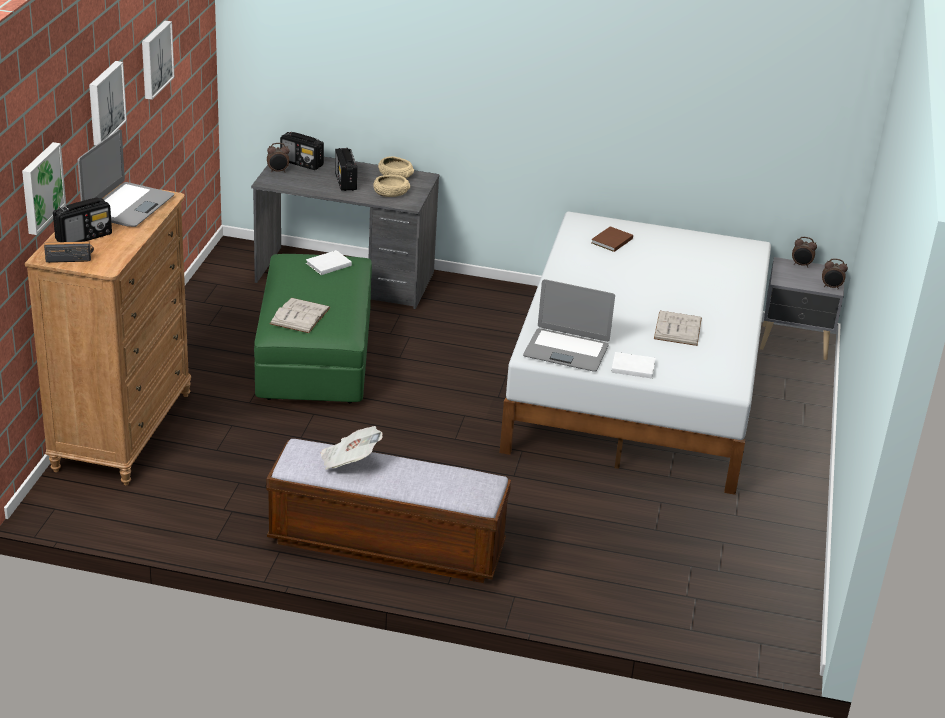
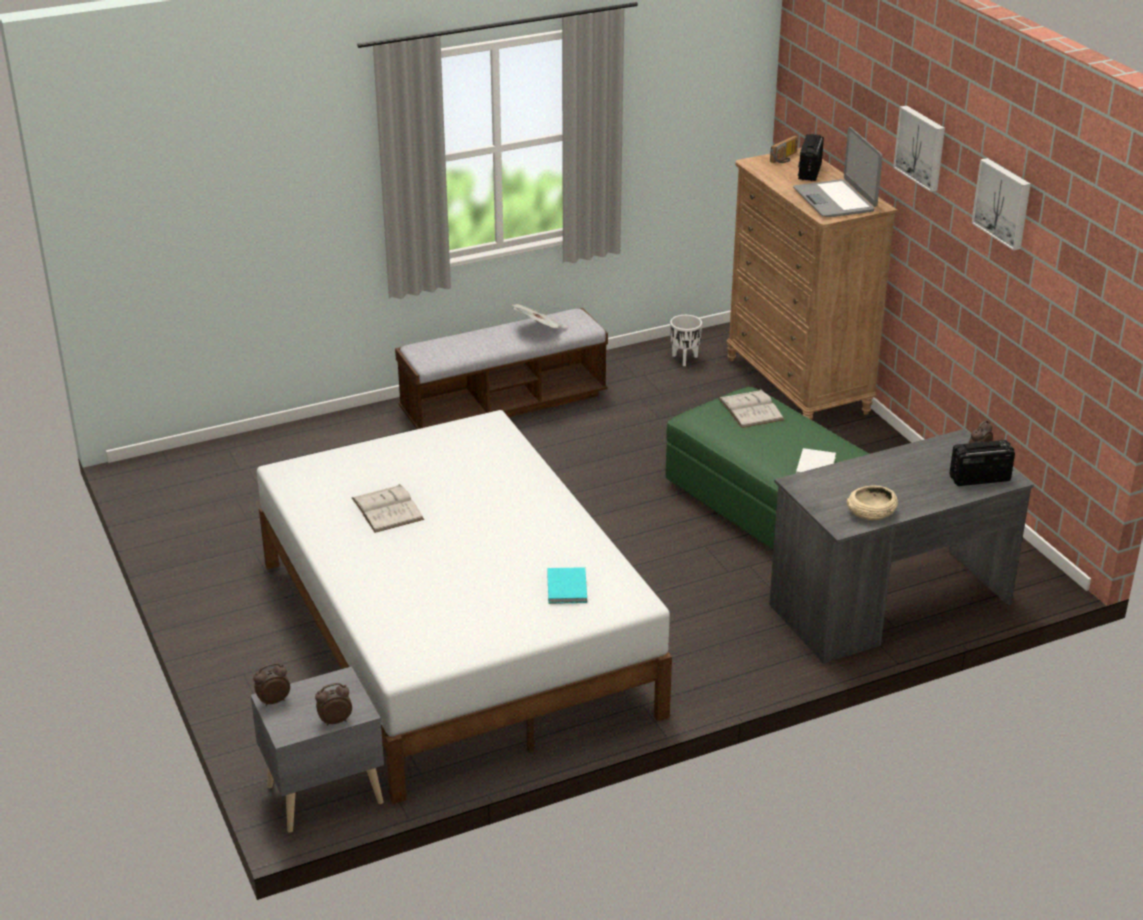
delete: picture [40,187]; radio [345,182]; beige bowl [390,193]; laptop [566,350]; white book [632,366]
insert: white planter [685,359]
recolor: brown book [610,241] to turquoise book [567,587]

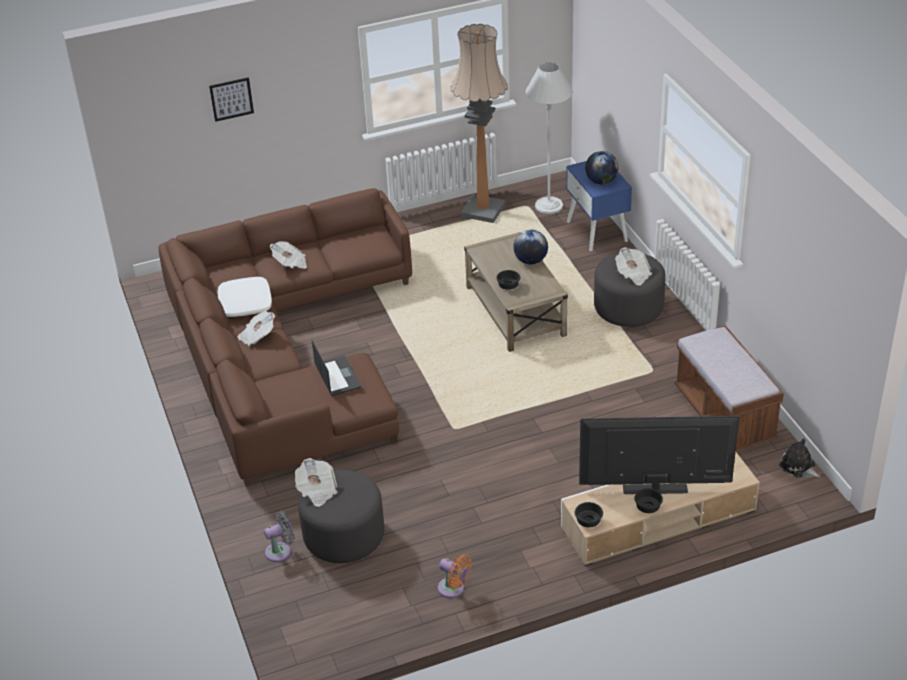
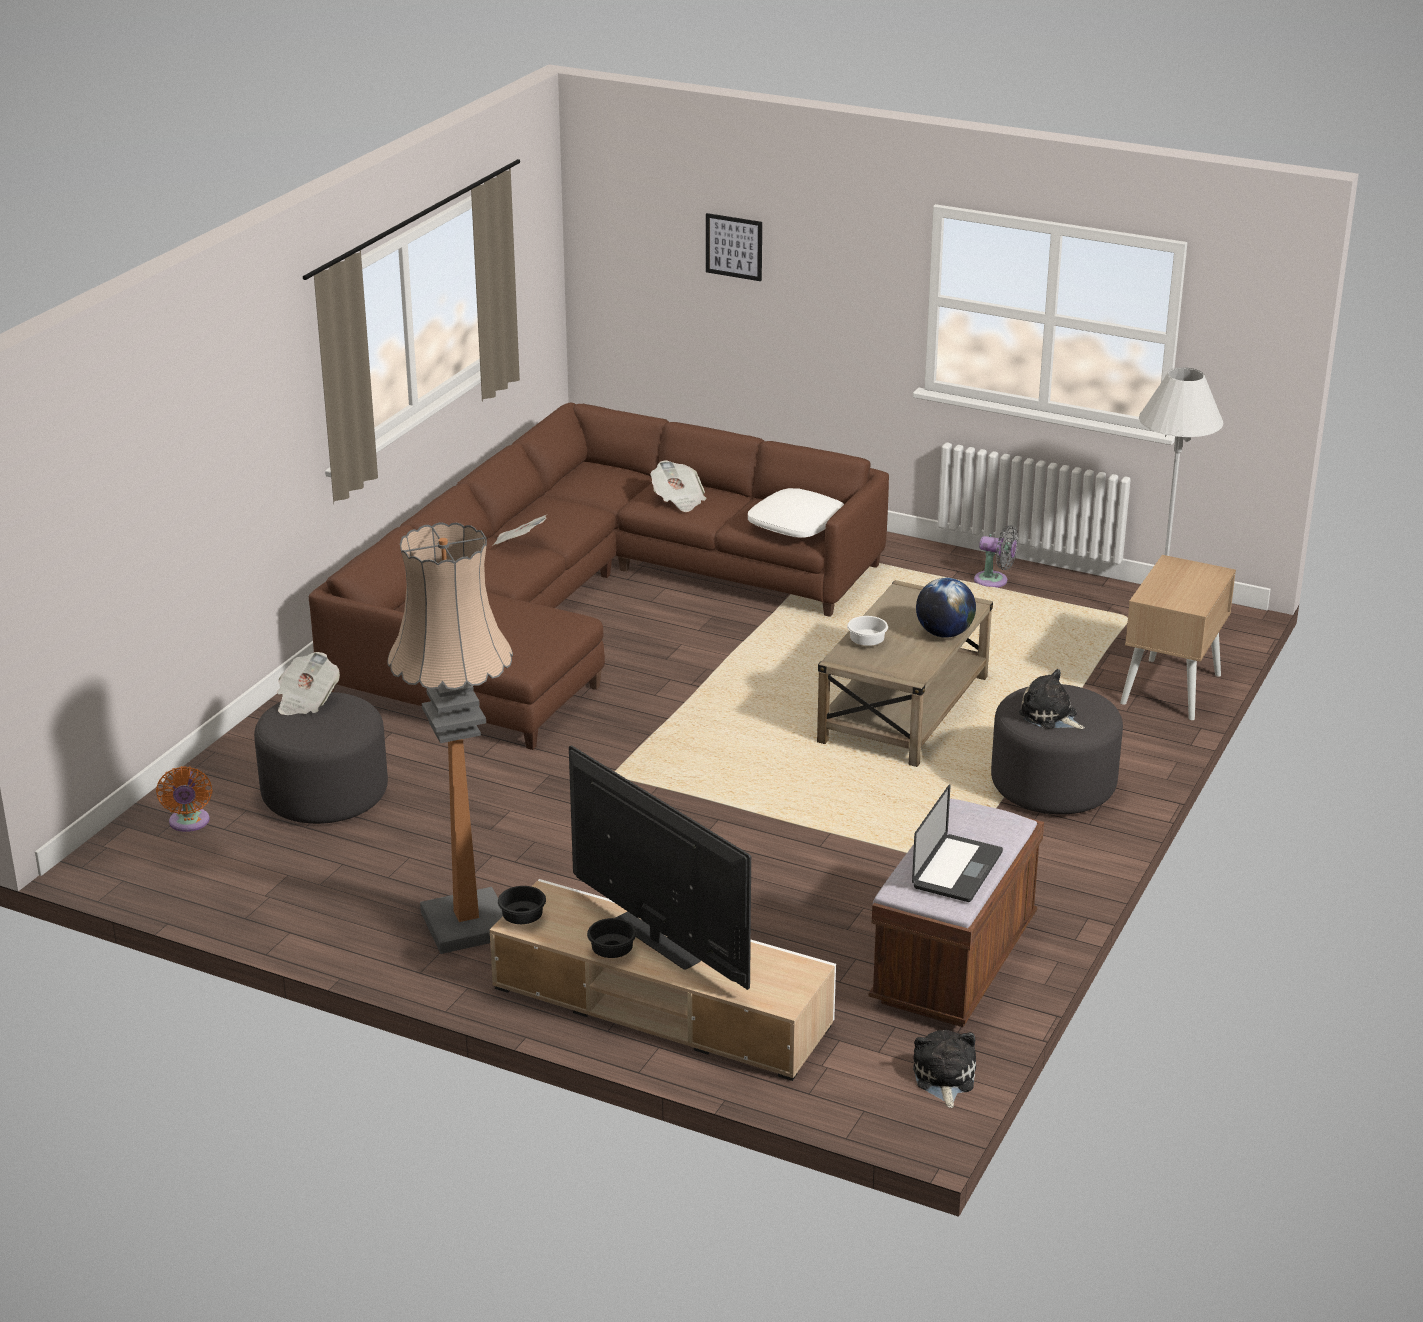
delete: globe [601,181]
move: floor lamp [483,211] to [467,925]; white pillow [245,303] to [795,524]; laptop [337,377] to [957,870]; grey fan [280,551] to [994,581]; orange fan [453,589] to [189,823]
replace: newspaper [633,274] to plush toy [1050,716]
recolor: blue nightstand [597,231] to beige nightstand [1171,689]; black bowl [507,286] to white bowl [866,642]

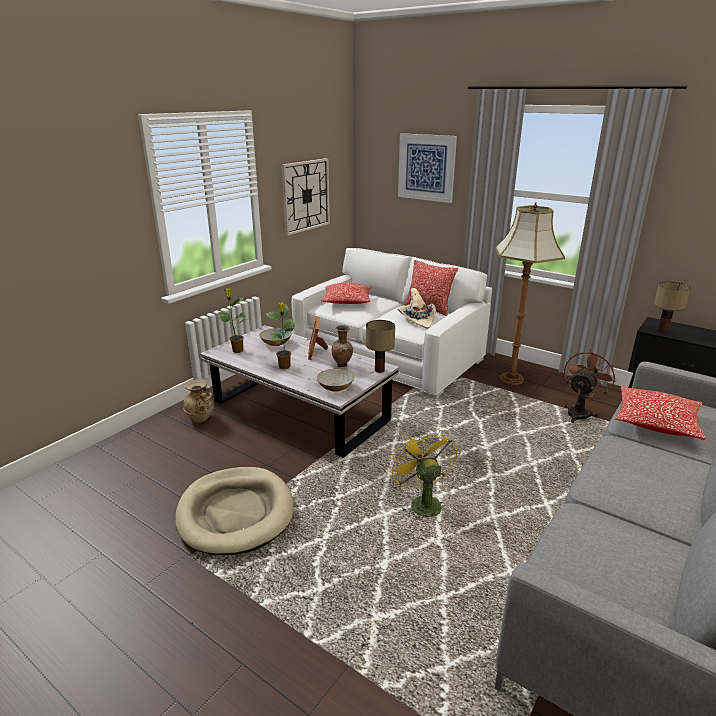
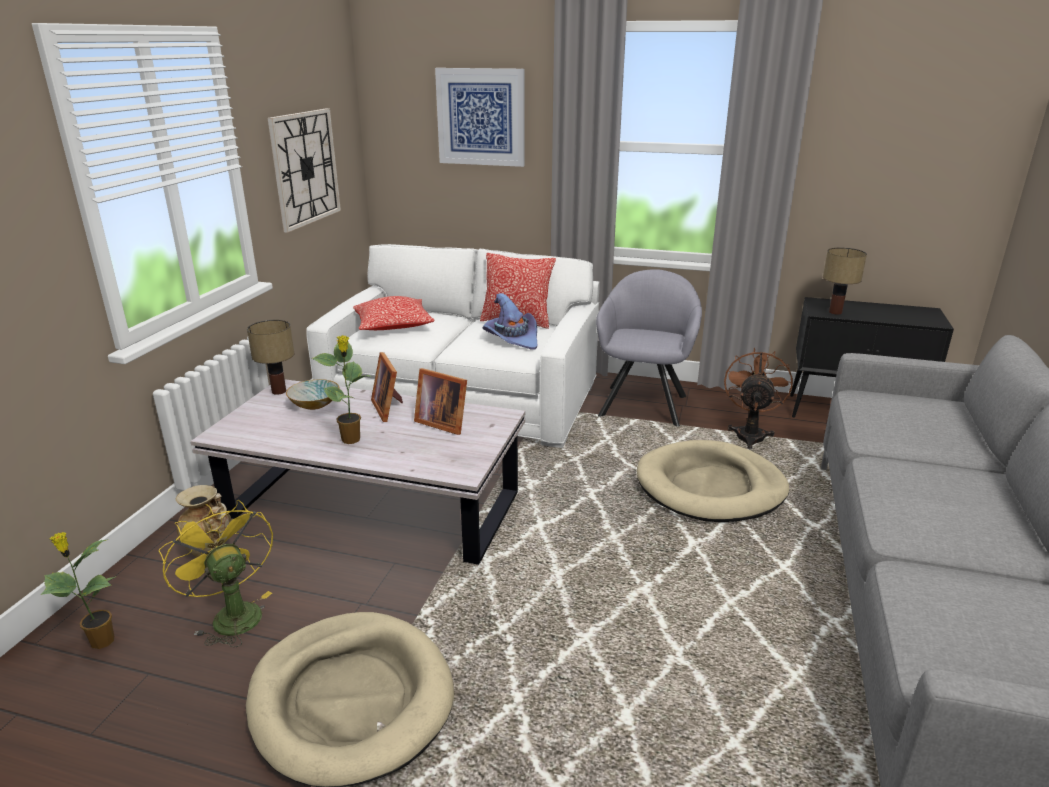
delete: bowl [335,387]; pillow [656,422]
insert: beige dog bed [710,487]
move: potted plant [237,350] to [100,641]; table lamp [379,370] to [278,391]; yellow fan [421,502] to [231,614]
replace: floor lamp [512,378] to grey armchair [644,403]; brown vase [342,365] to picture frame [442,422]
recolor: beige hat [417,319] to purple hat [512,338]

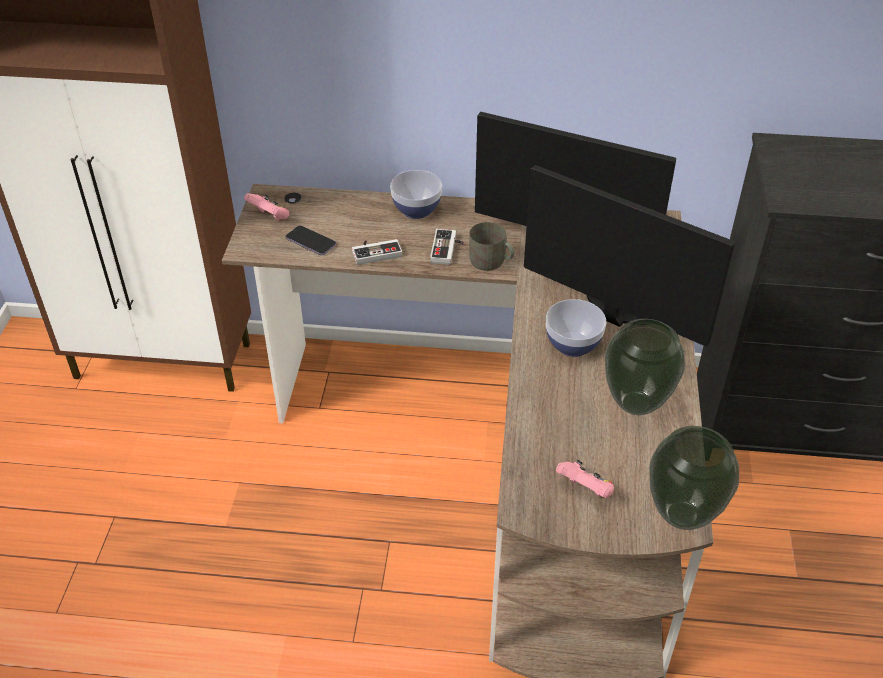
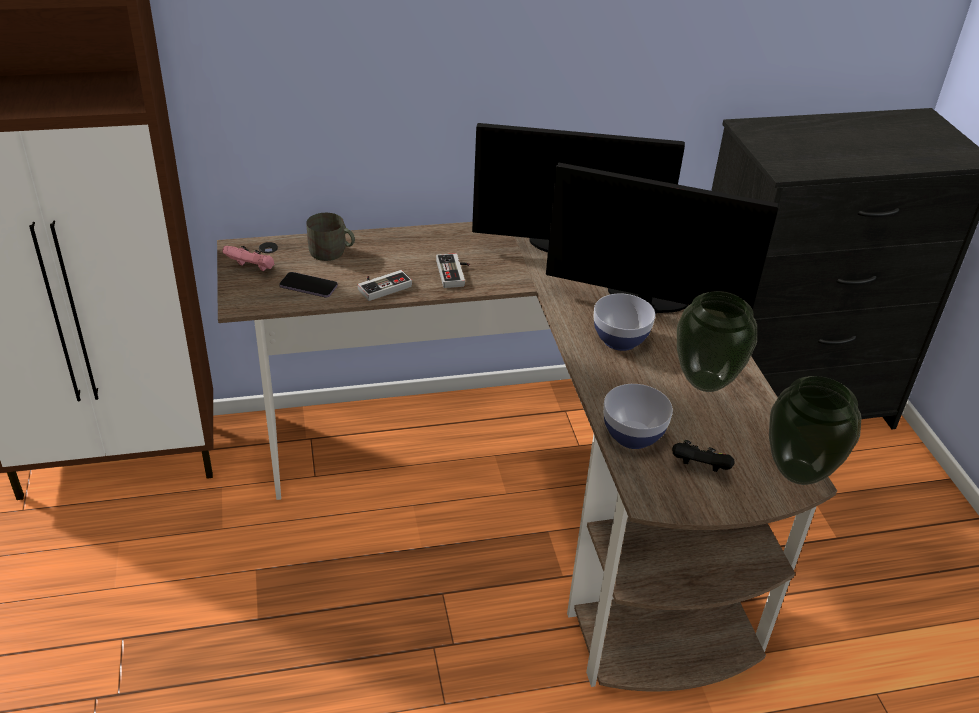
move: bowl [416,210] to [632,436]; grey mug [491,262] to [332,252]
recolor: pink game controller [585,490] to black game controller [699,468]

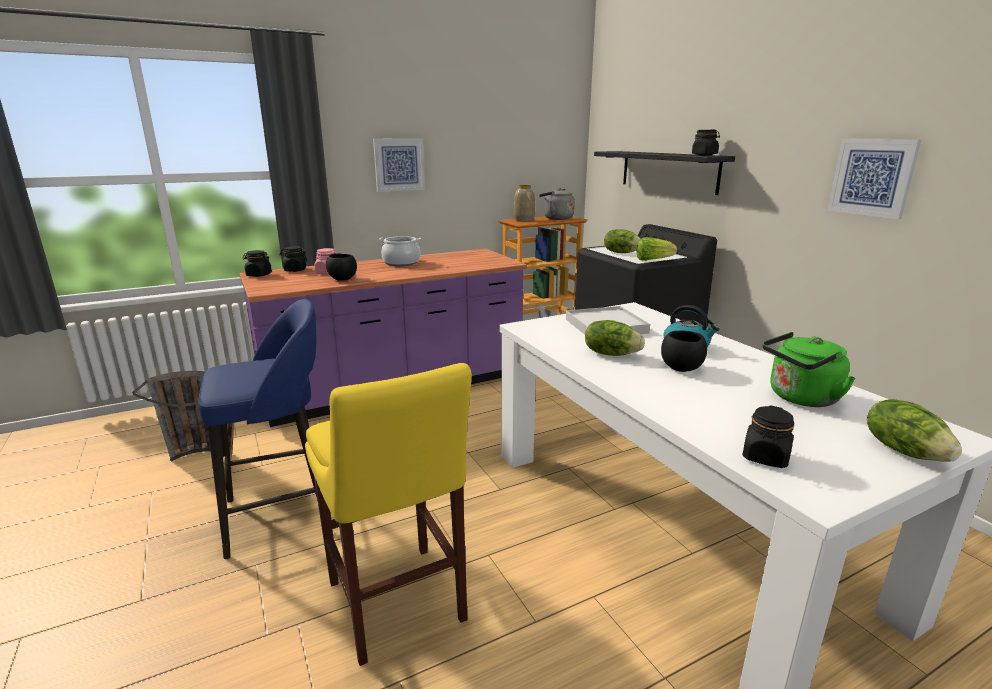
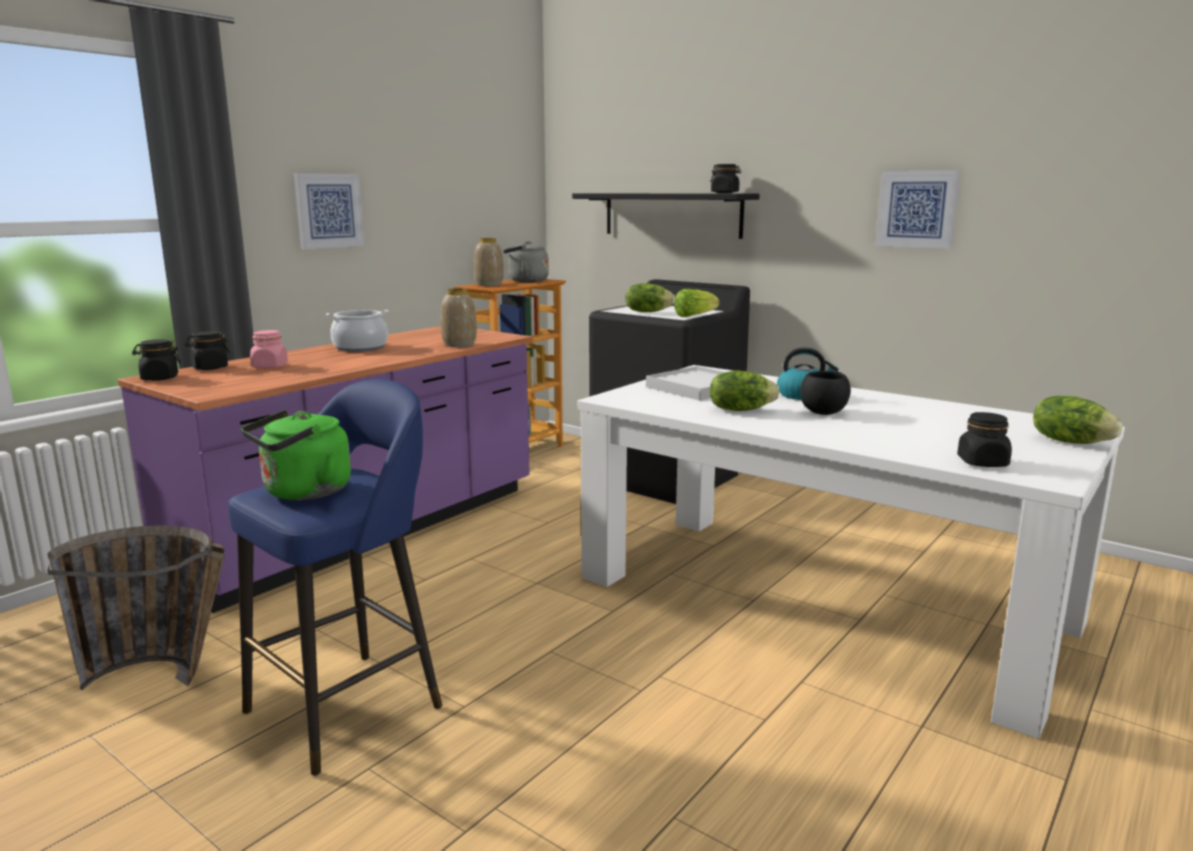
delete: black bowl [342,279]; yellow stool [397,606]
insert: vase [459,344]
move: green kettle [800,398] to [303,493]

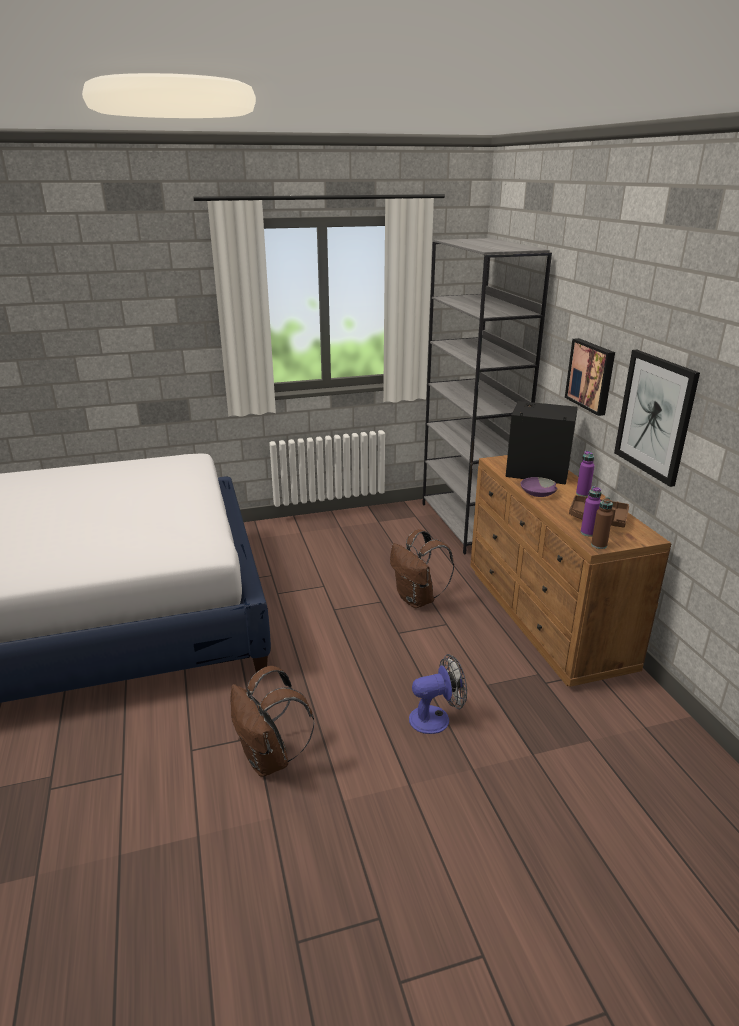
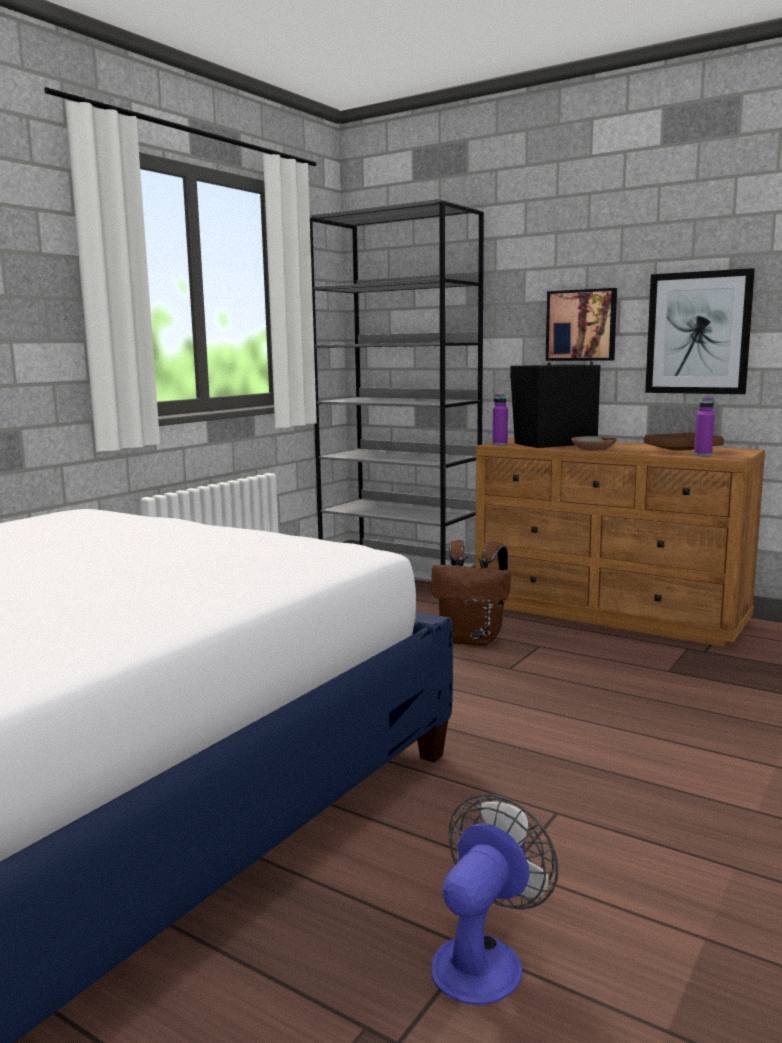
delete: brown bottle [599,545]; brown backpack [269,759]
move: purple bottle [582,494] to [500,444]; fan [436,718] to [484,958]
recolor: purple bowl [538,492] to brown bowl [593,449]

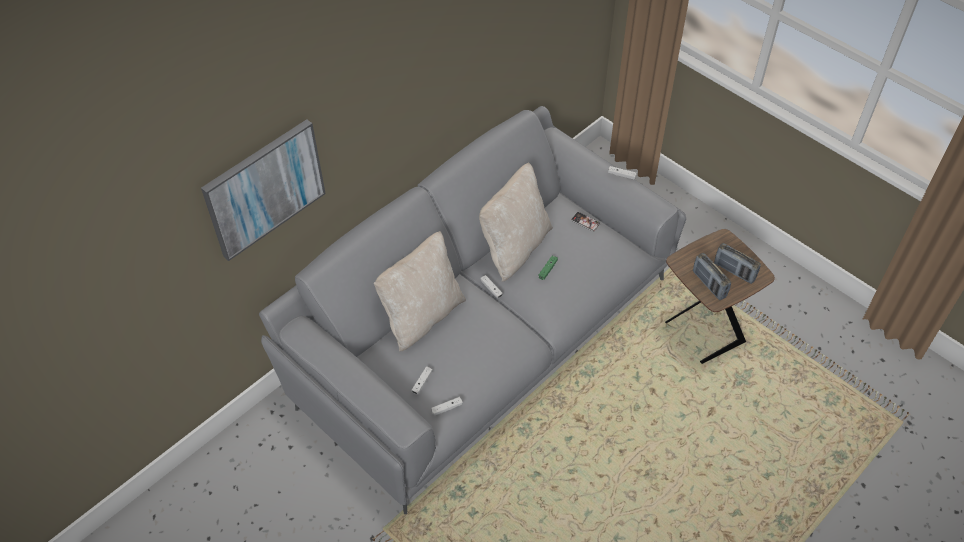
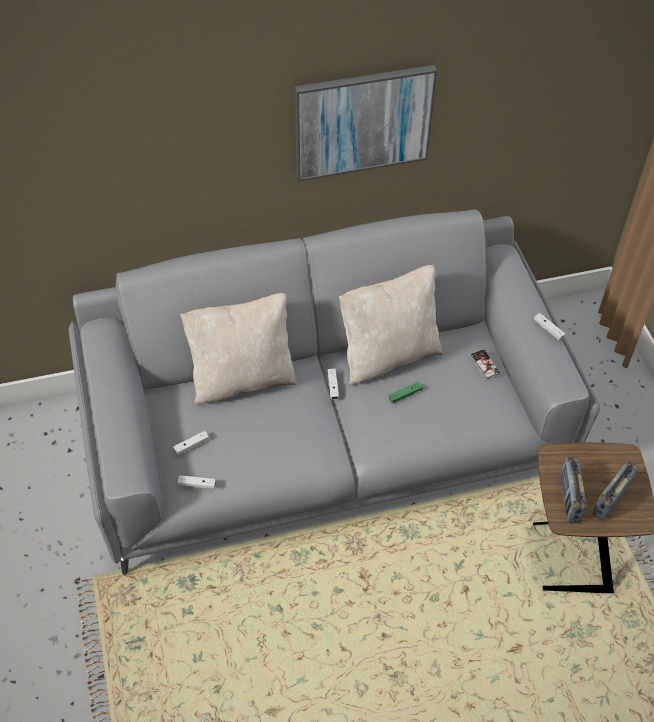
move: picture [264,188] to [363,122]
rotate: radio [734,271] = [611,499] 60 degrees clockwise

